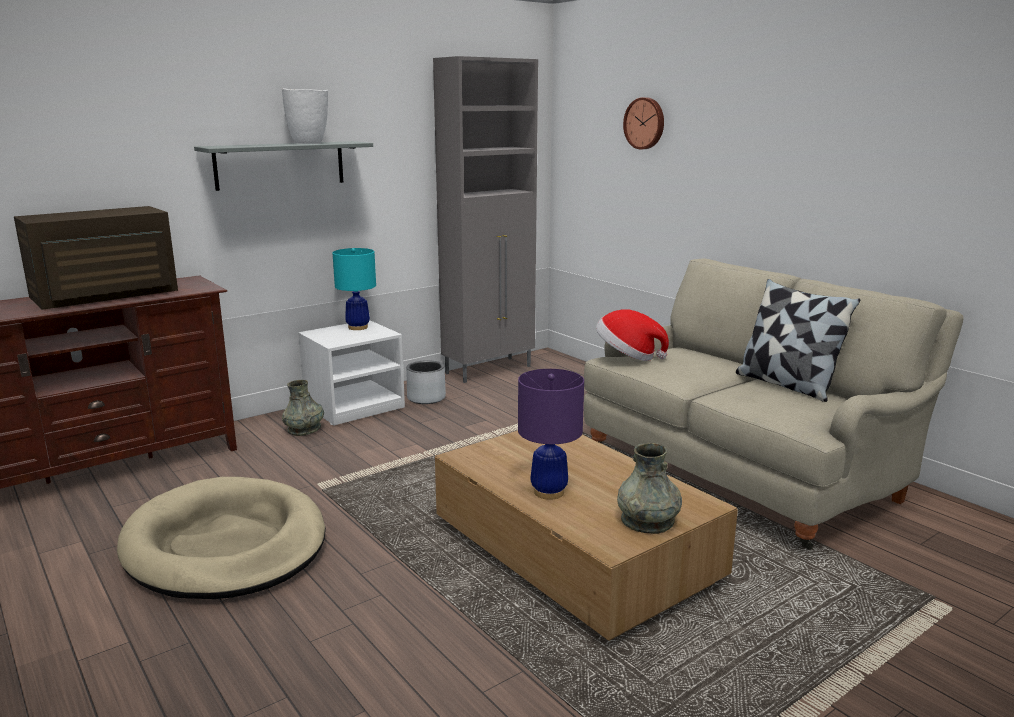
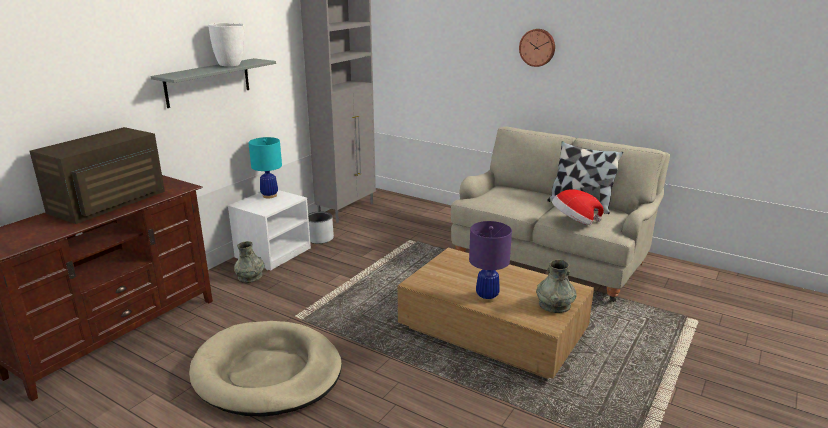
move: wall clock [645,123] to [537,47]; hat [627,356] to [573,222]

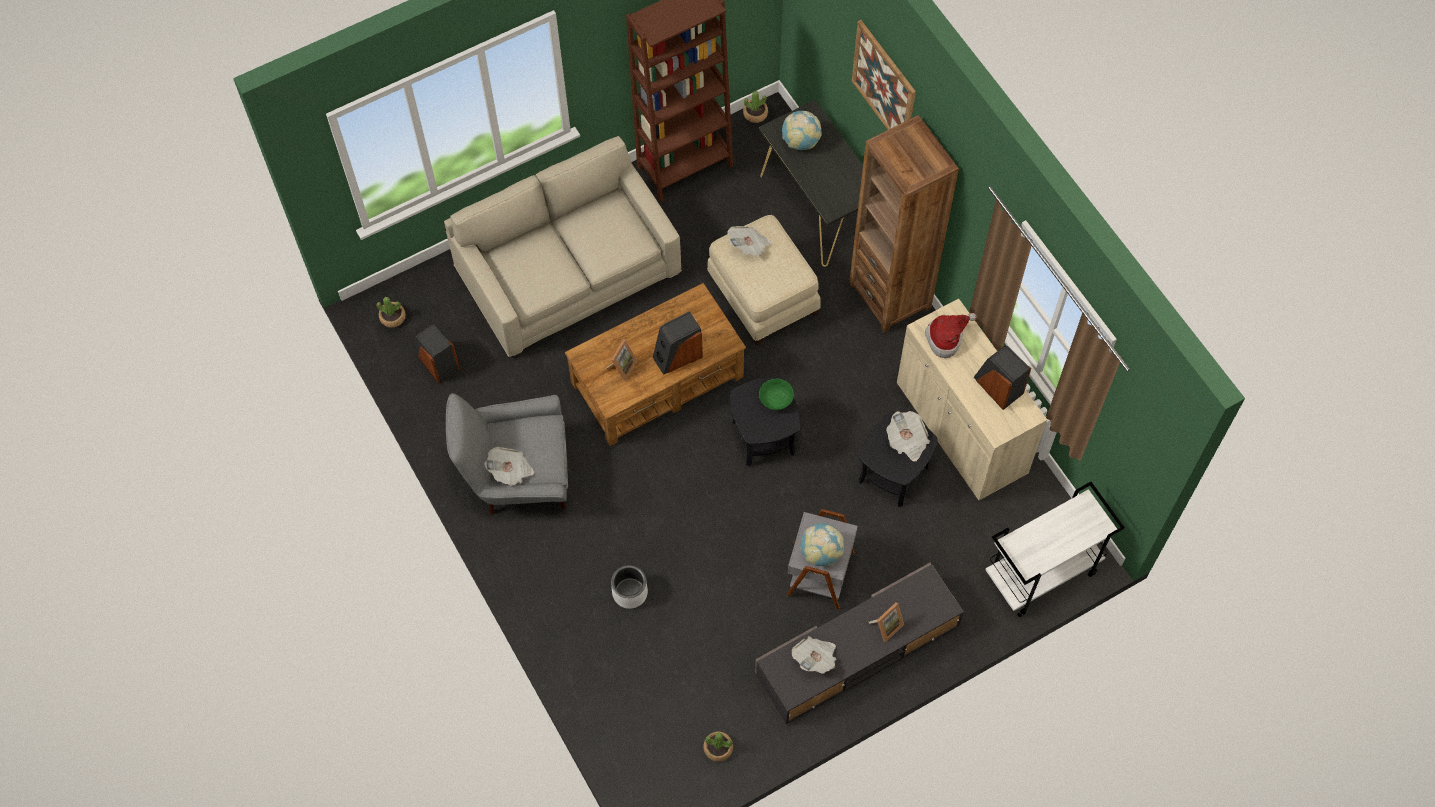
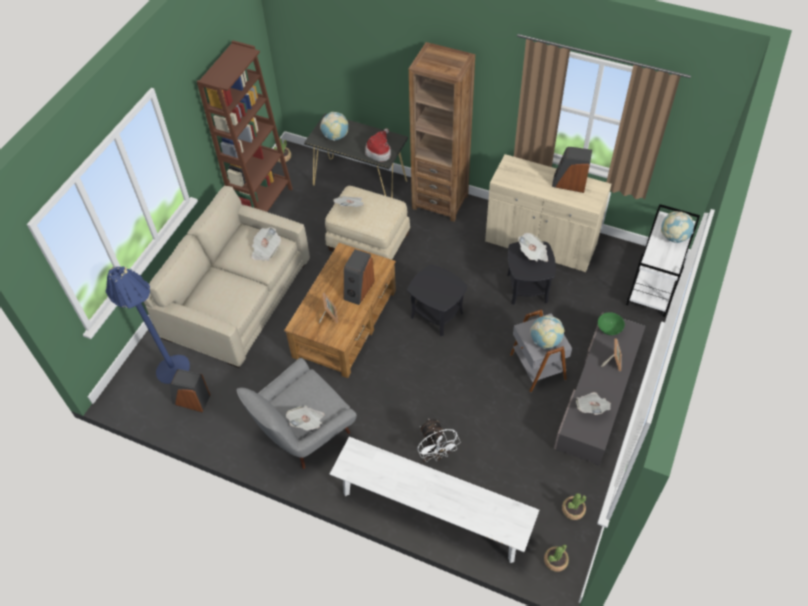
delete: picture [884,85]
insert: globe [674,237]; newspaper [266,250]; blue floor lamp [166,366]; white bench [432,512]
move: potted plant [393,317] to [555,560]; hat [946,338] to [379,151]; green bowl [776,400] to [609,329]
replace: white planter [630,592] to white fan [435,454]

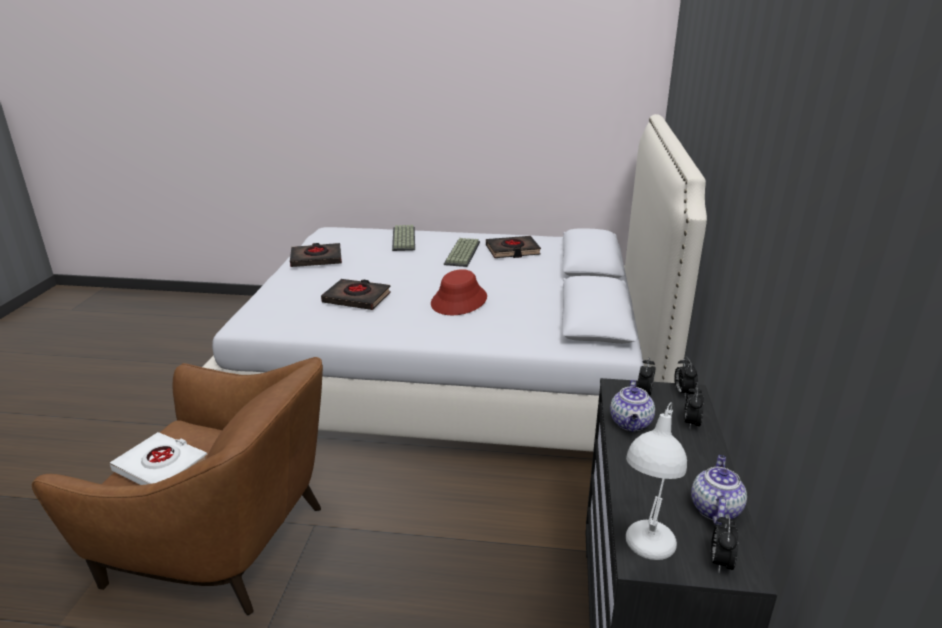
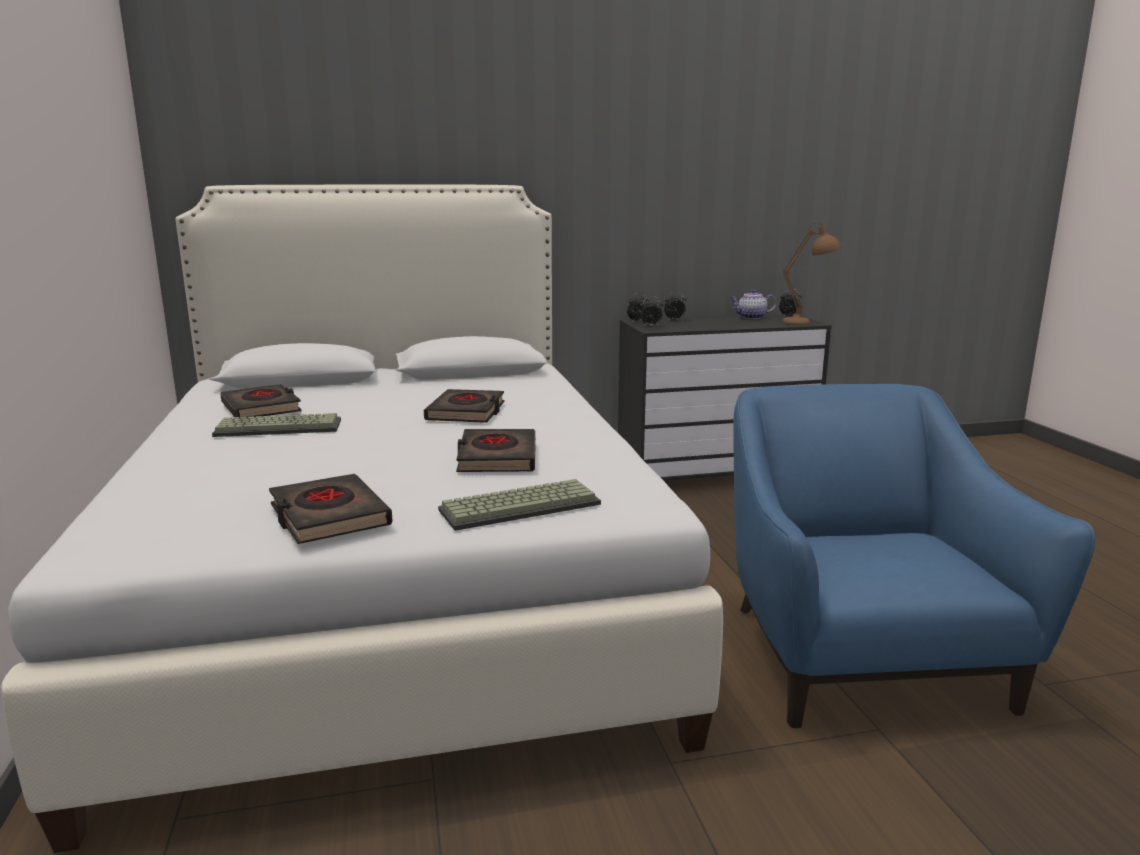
delete: teapot [631,423]; white book [162,467]
move: keyboard [405,239] to [520,506]
replace: red hat [459,301] to black book [466,412]
recolor: brown armchair [222,542] to blue armchair [859,656]; white table lamp [644,555] to brown table lamp [808,323]

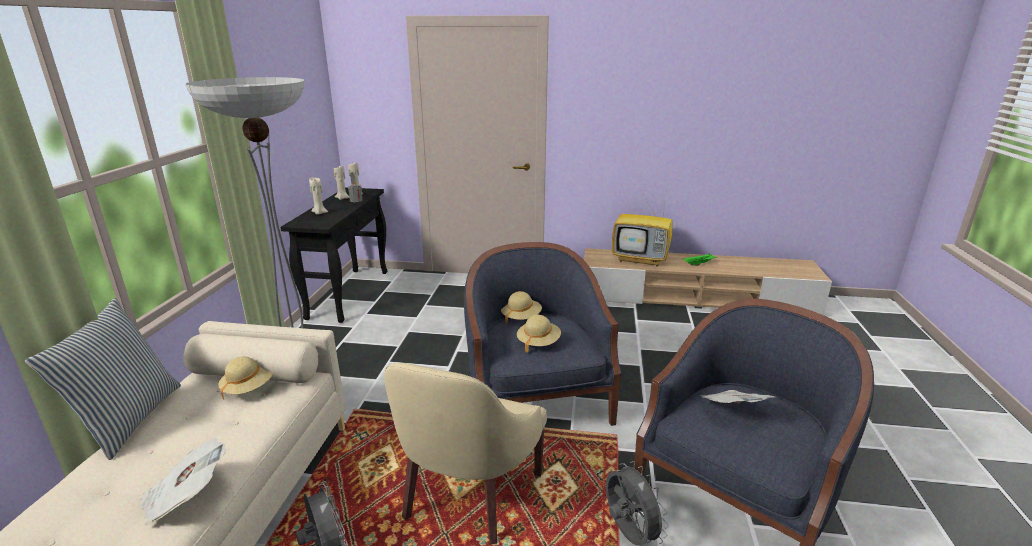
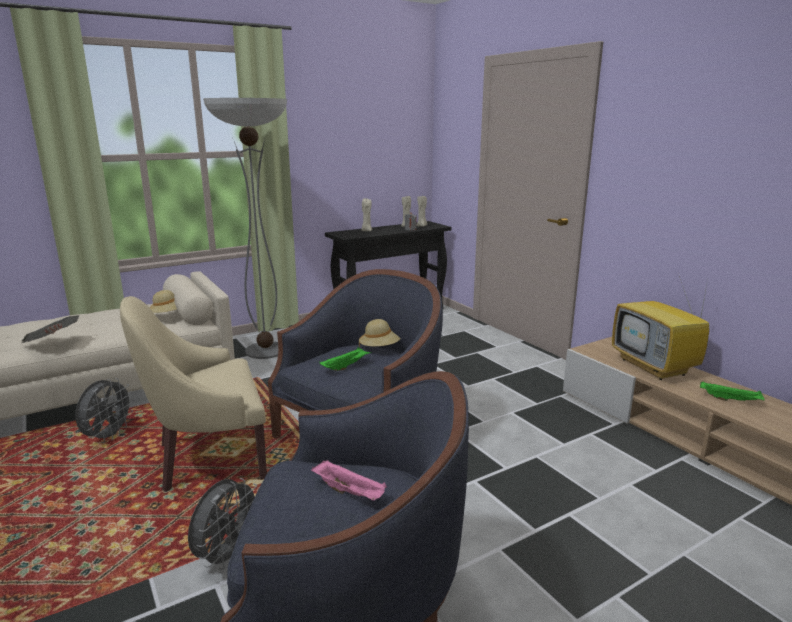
delete: pillow [128,420]
replace: beige hat [538,343] to green tray [346,366]; newspaper [733,411] to pink tray [350,492]

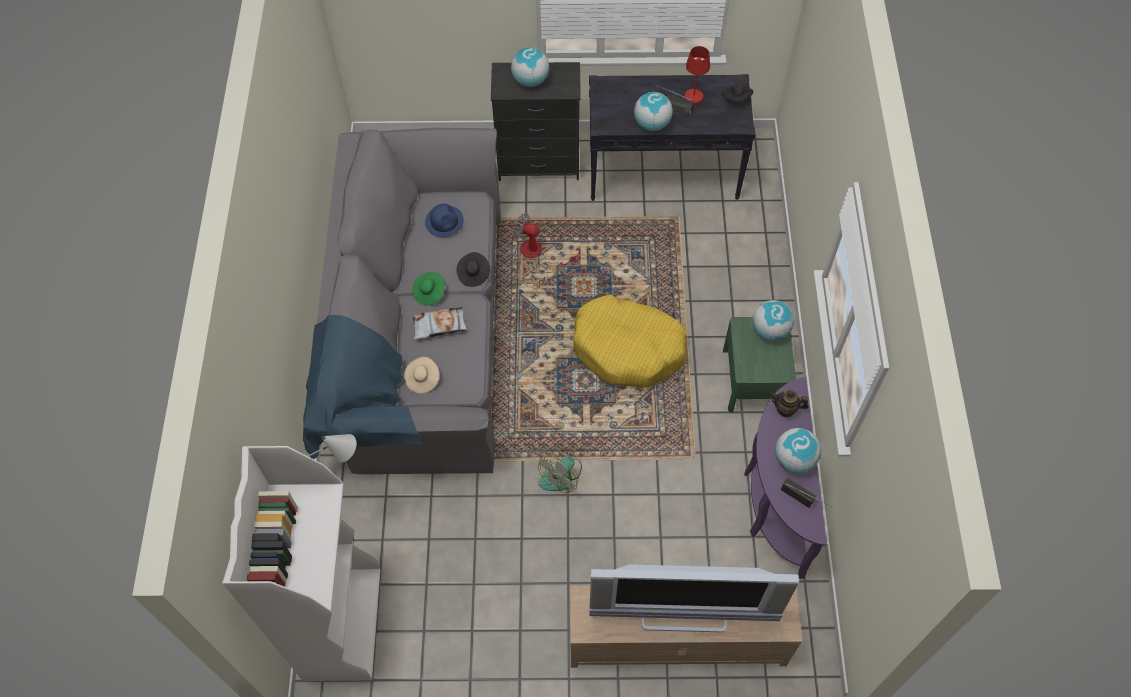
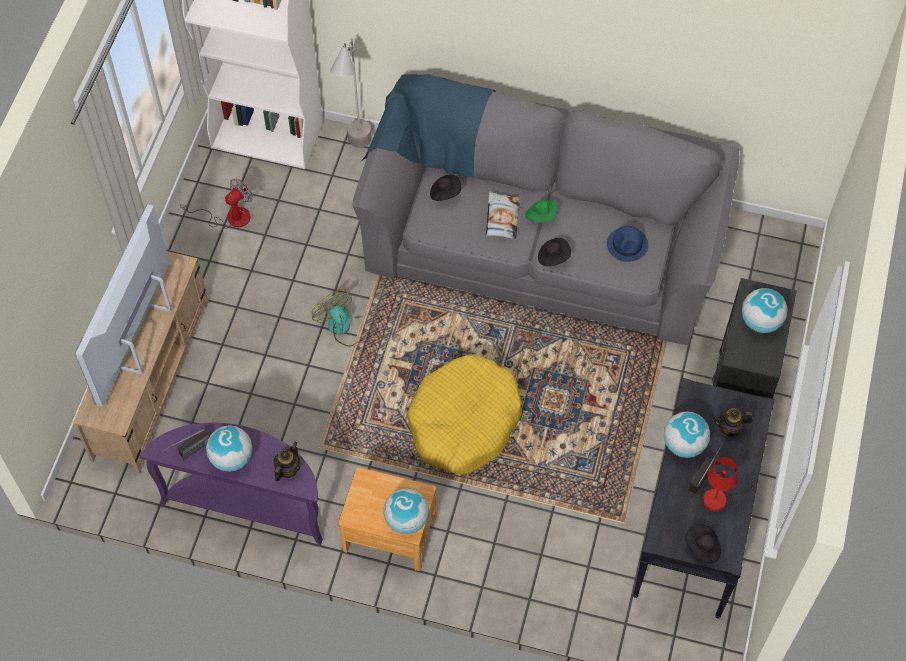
insert: teapot [729,428]
move: fan [532,256] to [229,217]
recolor: green nightstand [753,379] to brown nightstand [389,532]; beige hat [422,379] to black hat [445,193]

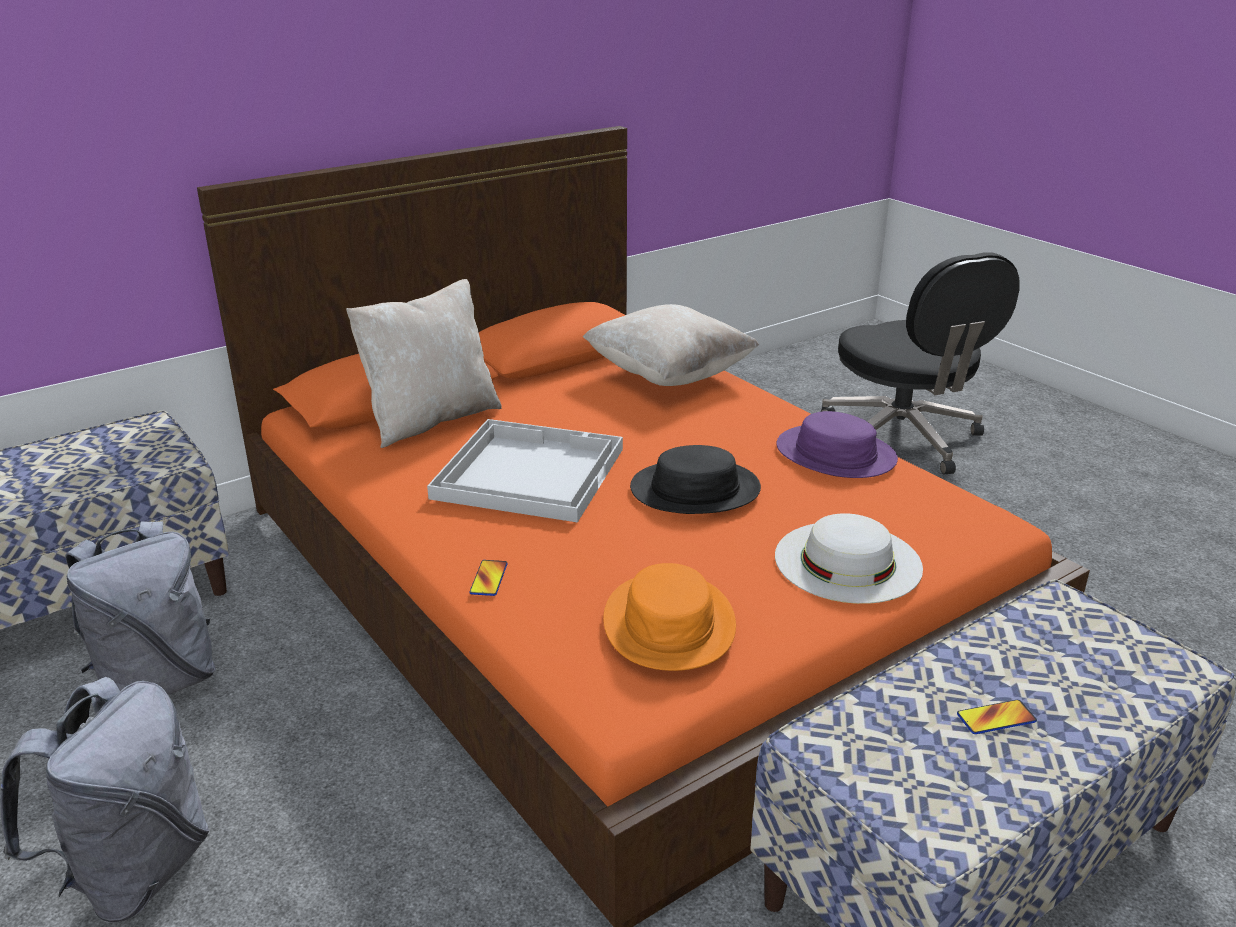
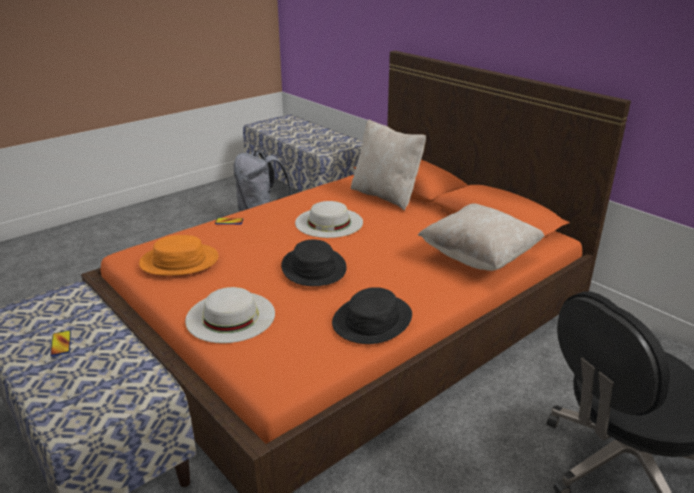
delete: grey backpack [134,872]
replace: white tray [528,472] to white hat [329,222]
recolor: purple hat [835,454] to black hat [372,320]

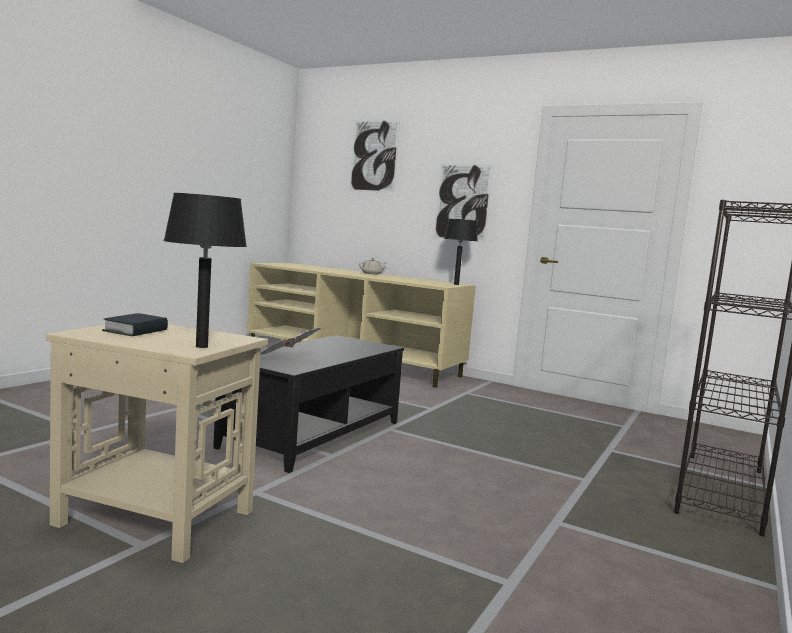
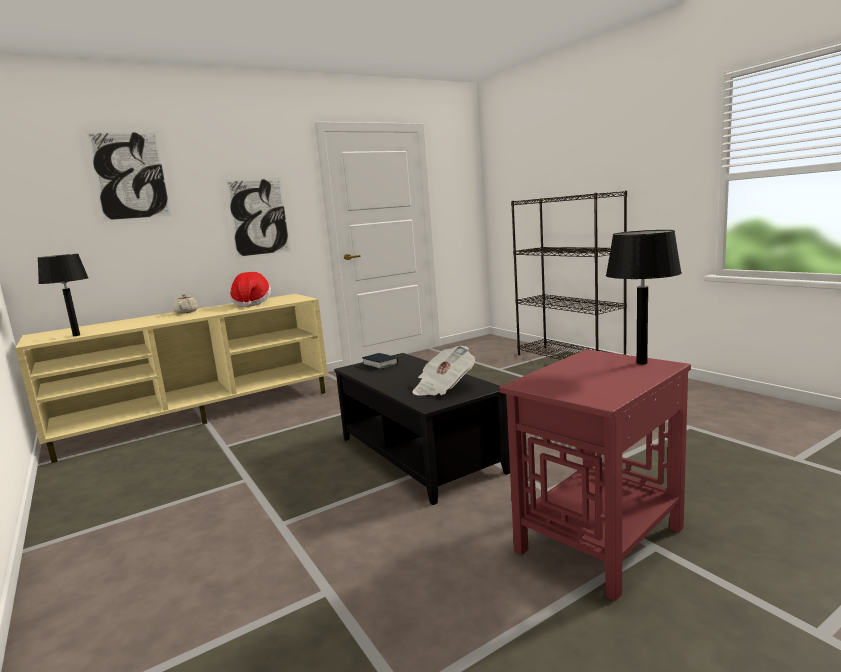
insert: hat [252,304]
move: black table lamp [456,284] to [76,335]; book [136,331] to [380,364]
recolor: beige side table [157,517] to red side table [598,539]

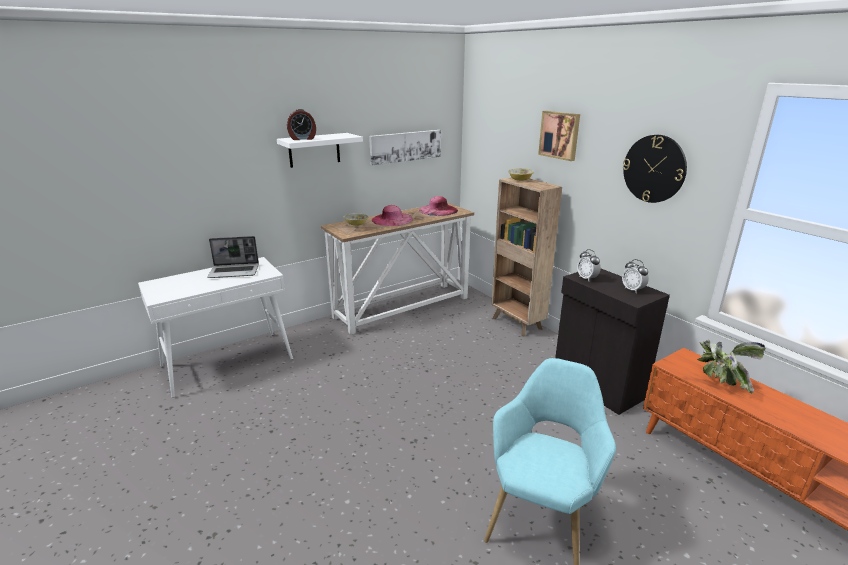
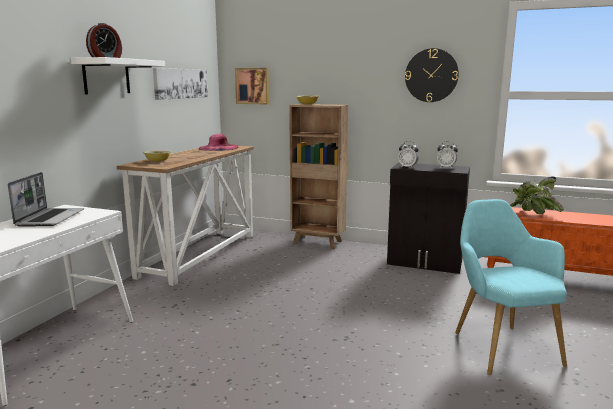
delete: pink hat [392,219]
move: picture [560,135] to [253,86]
rotate: laptop [235,271] = [50,218] 45 degrees counterclockwise

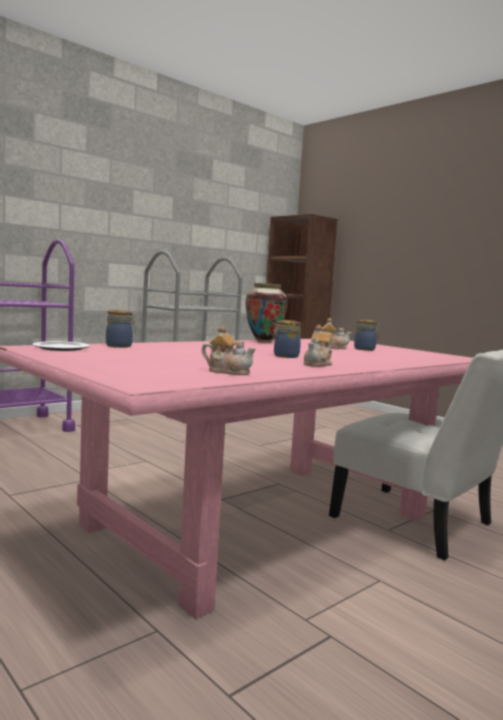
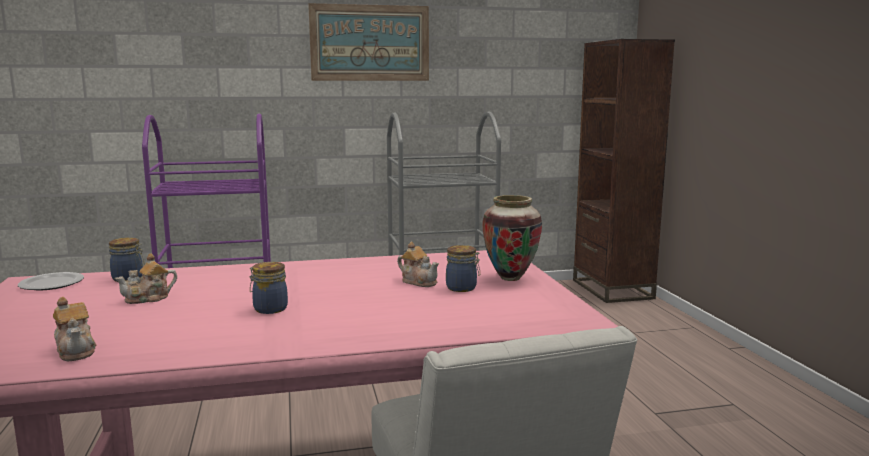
insert: picture [370,43]
move: vase [263,342] to [510,278]; teapot [318,364] to [148,298]

